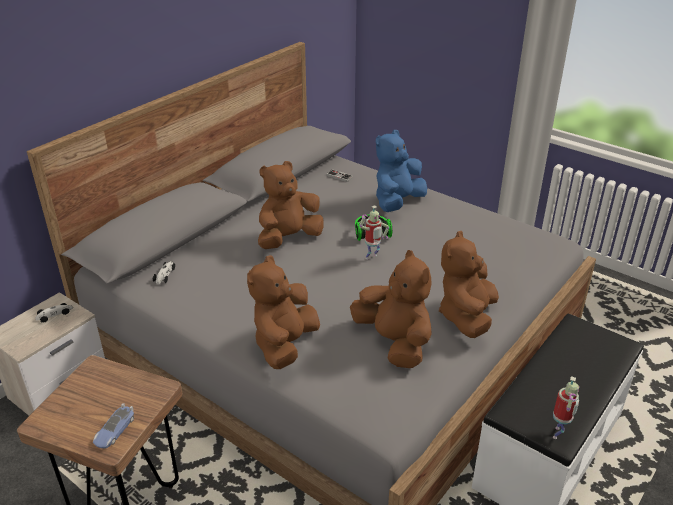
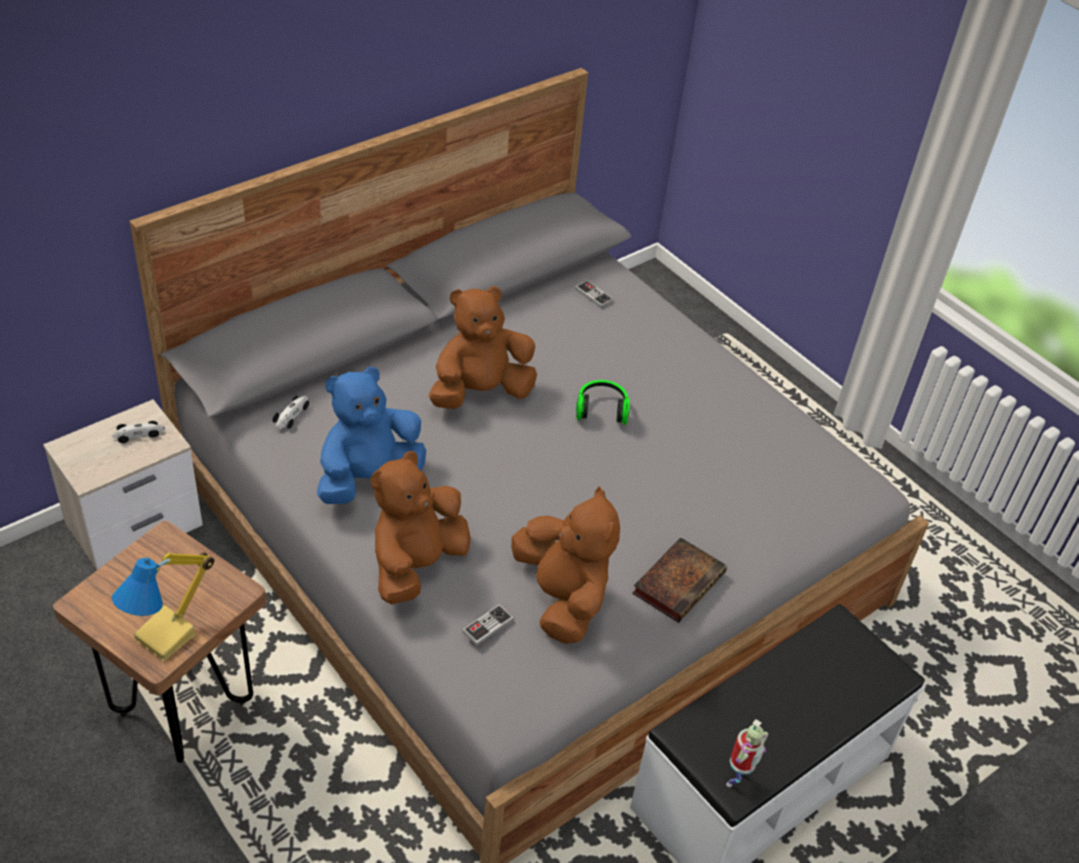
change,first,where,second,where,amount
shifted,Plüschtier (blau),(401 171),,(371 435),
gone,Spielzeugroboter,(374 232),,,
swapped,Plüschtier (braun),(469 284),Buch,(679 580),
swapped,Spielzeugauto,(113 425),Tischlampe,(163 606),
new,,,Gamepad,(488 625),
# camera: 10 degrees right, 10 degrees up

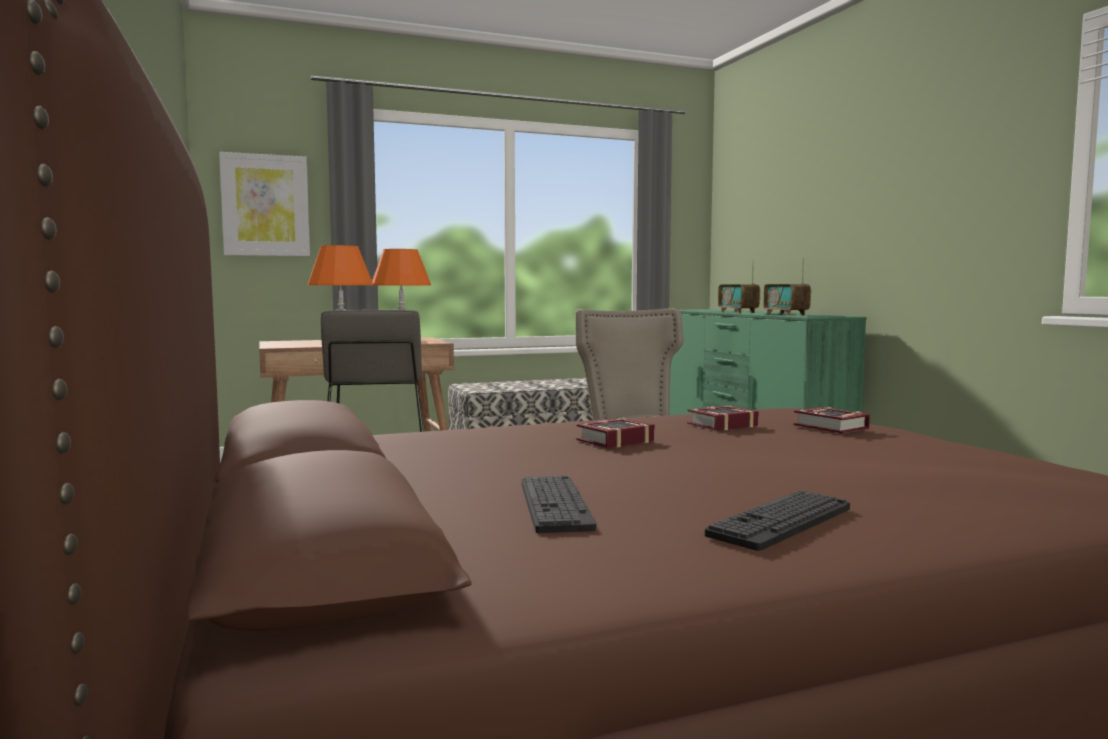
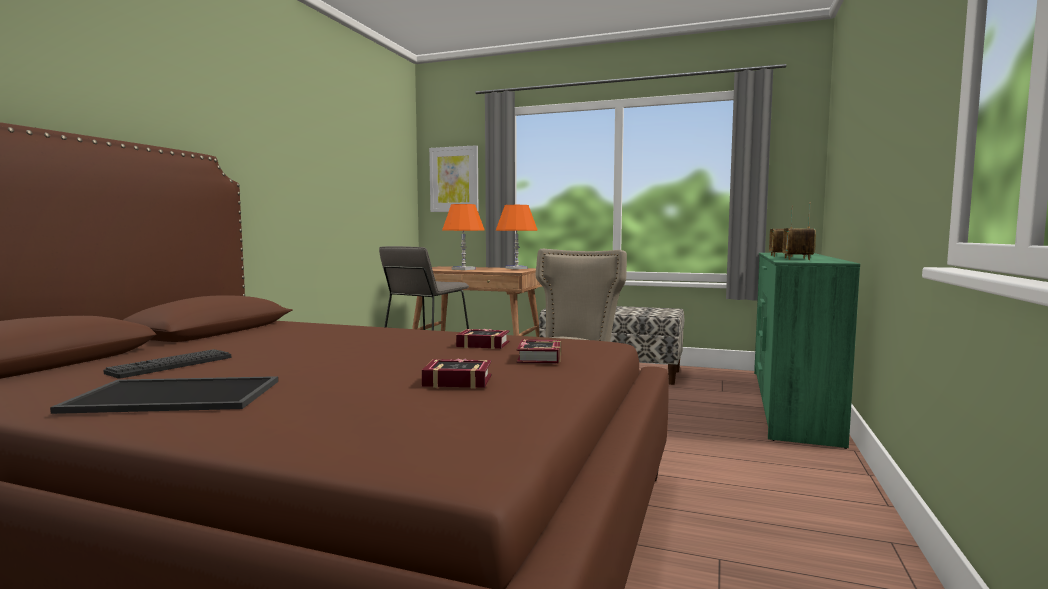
change,first,where,second,where,amount
shifted,Buch,(615 433),,(456 373),
swapped,Tastatur,(777 520),Tablett,(164 395),
# camera: 40 degrees right, 0 degrees up

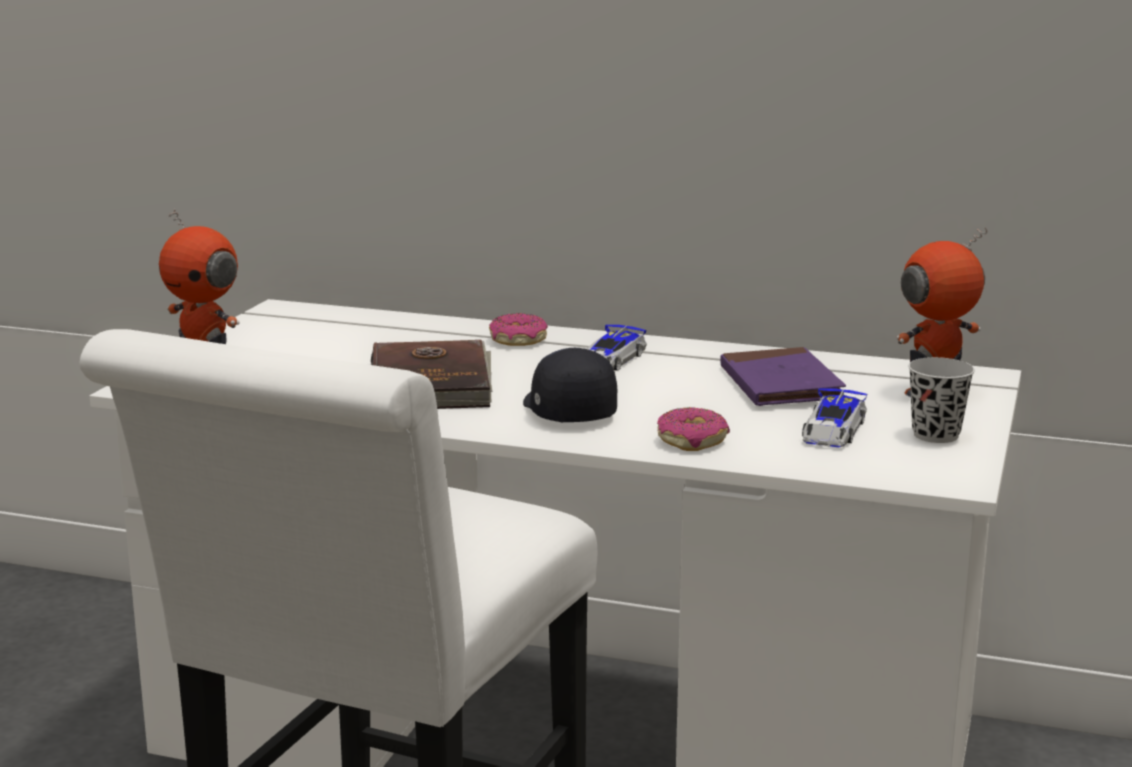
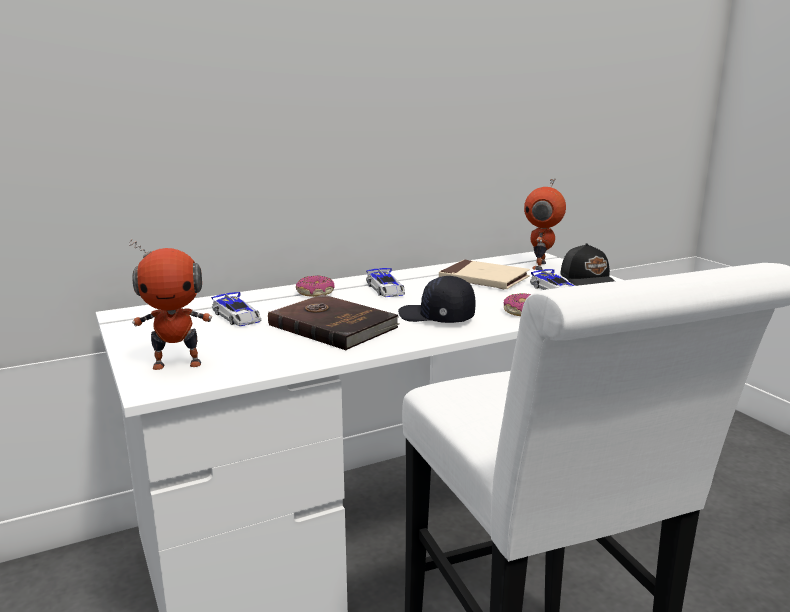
change,first,where,second,where,amount
repainted,Buch (lila),(783 376),Buch (beige),(484 274),
swapped,Tasse (schwarz),(941 400),Kappe (schwarz),(587 264),
new,,,Spielzeugauto,(236 309),
# camera: 45 degrees left, 0 degrees up

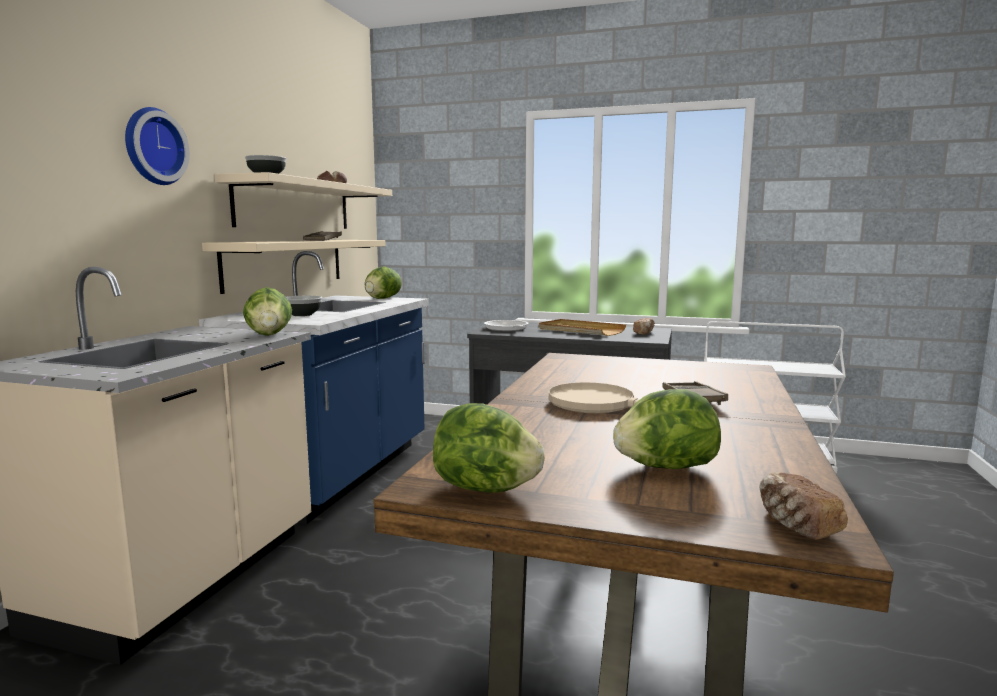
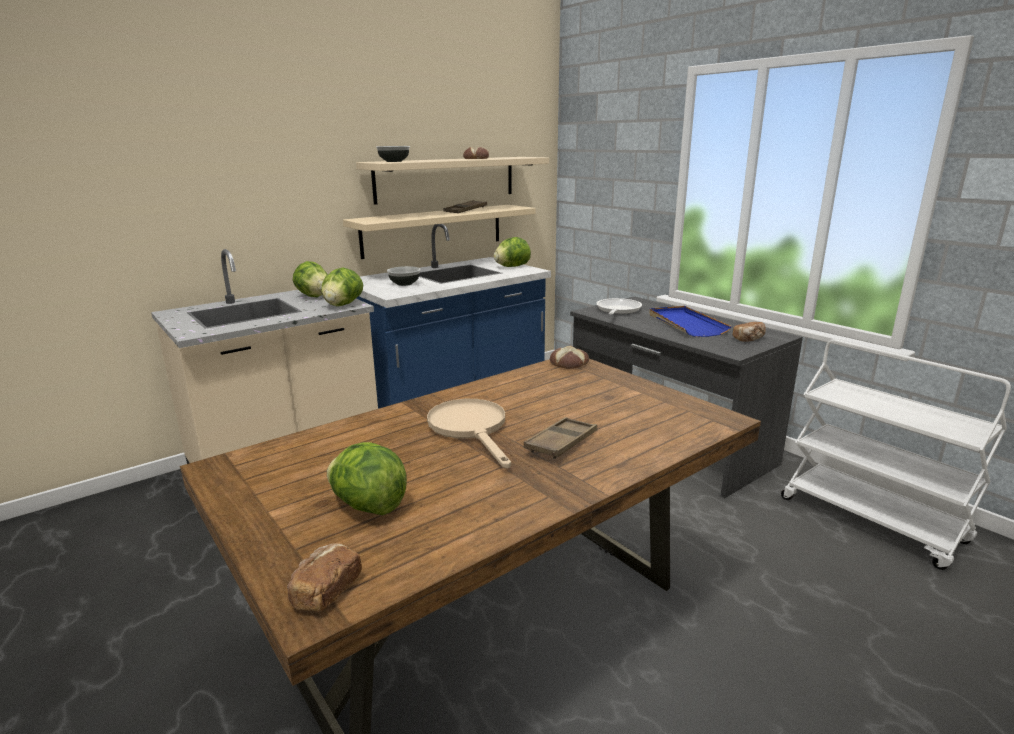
change,first,where,second,where,amount
gone,Wanduhr,(157 146),,,
repainted,Tablett (beige),(582 327),Tablett (blau),(690 321),
shifted,Salatkopf,(489 448),,(310 279),
new,,,Brot,(569 357),
# camera: 35 degrees right, 10 degrees up

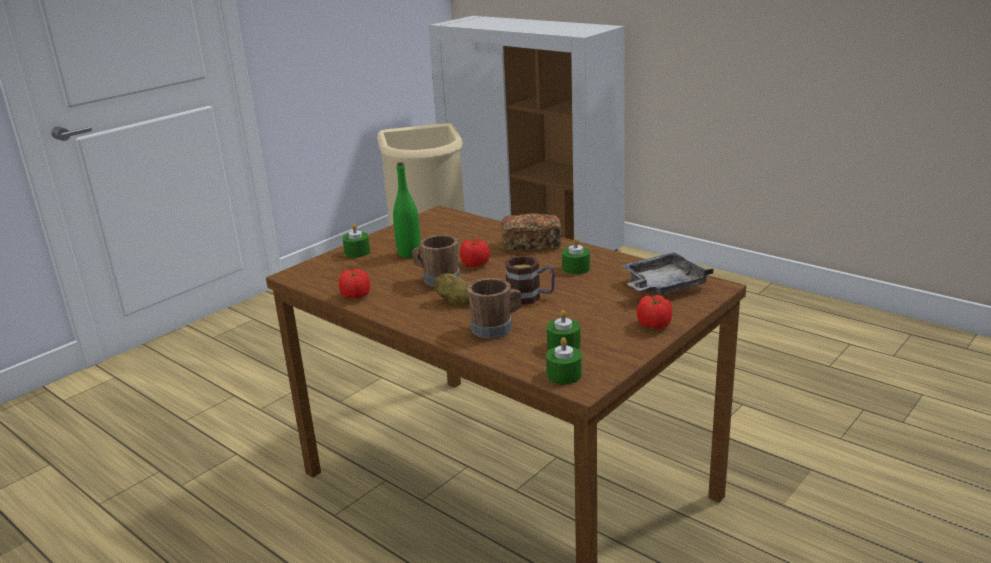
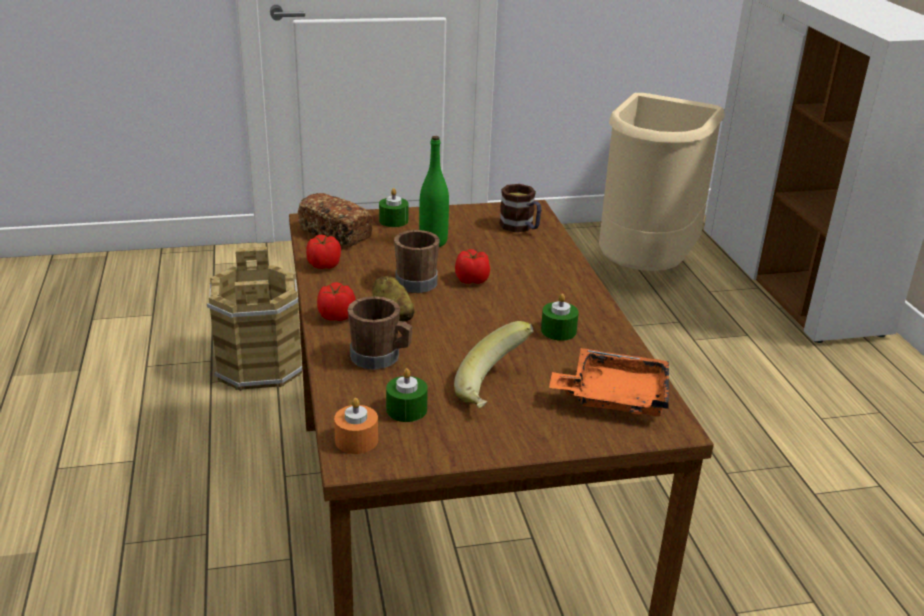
change,first,where,second,where,amount
shifted,Brot,(531 232),,(335 220),
repainted,Tablett (grau),(667 273),Tablett (orange),(609 382),
shifted,Henkelbecher,(530 280),,(520 208),
shifted,Tomate,(654 312),,(336 301),
repainted,Kerze (grün),(564 360),Kerze (orange),(356 426),
new,,,Eimer (braun),(254 319),
new,,,Banane,(494 365),
# camera: 35 degrees right, 5 degrees up

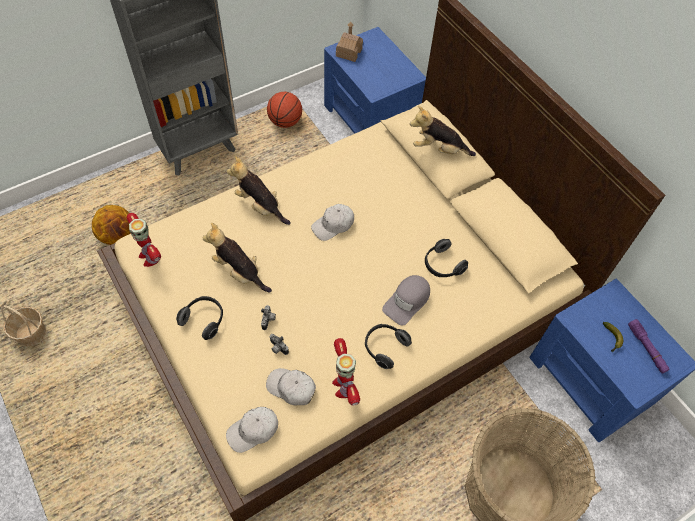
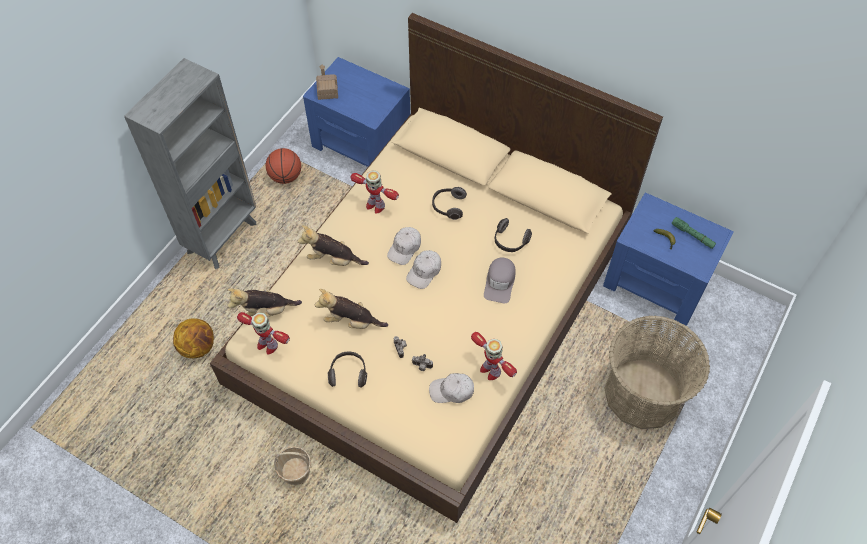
change,first,where,second,where,amount
shifted,Plüschtier,(443 131),,(264 302),
shifted,Korb,(23 325),,(292 465),
repainted,Taschenlampe (lila),(649 346),Taschenlampe (grün),(694 233),
shifted,Kopfhörer,(388 346),,(449 203),
shifted,Kappe (weiß),(252 430),,(423 269),
new,,,Spielzeugroboter,(374 192),
# camera: 25 degrees left, 0 degrees up

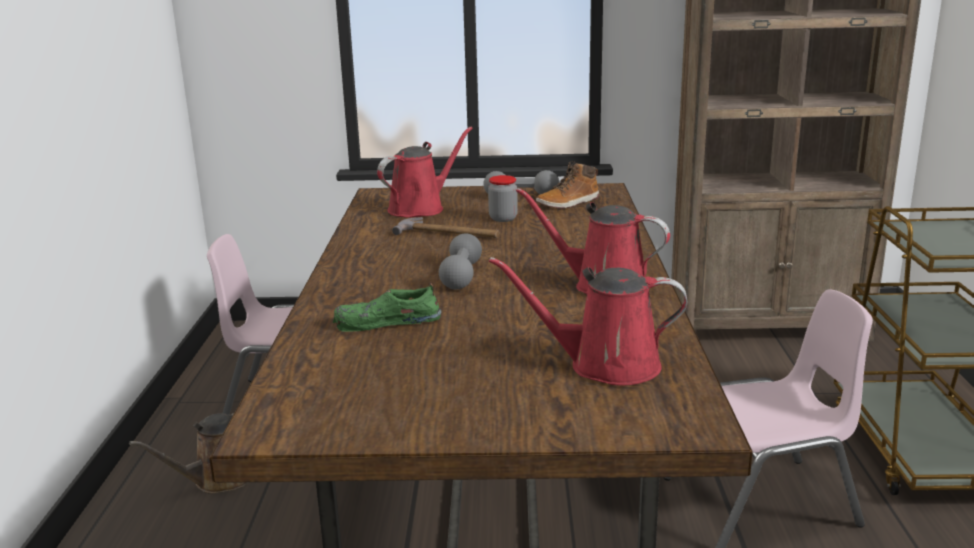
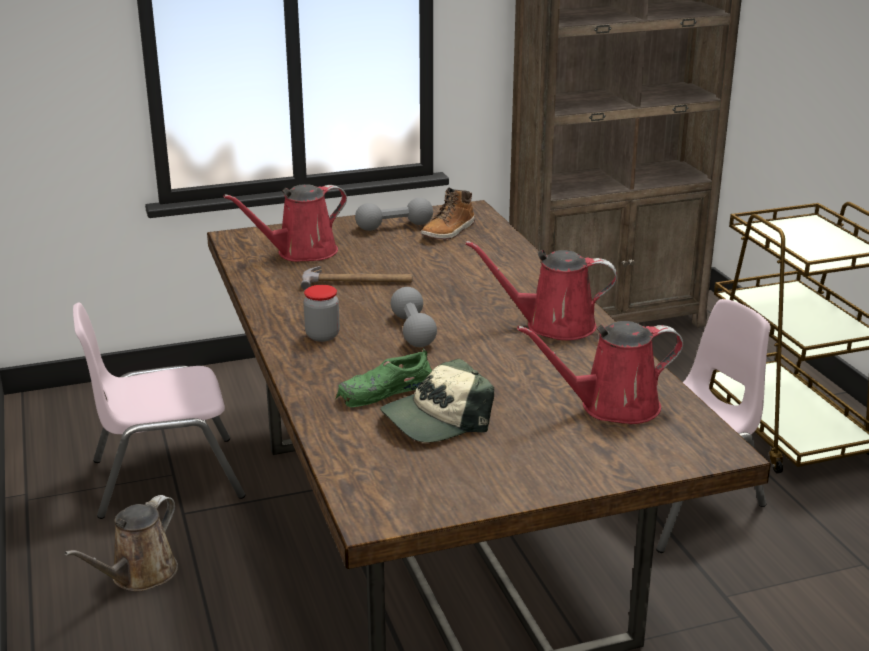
change,first,where,second,where,amount
rotated,Gießkanne (rot),(425 172),,(285 223),150 degrees counterclockwise
shifted,Vorratsglas,(503 198),,(322 313),
new,,,Kappe,(437 401),
# camera: 20 degrees left, 5 degrees up

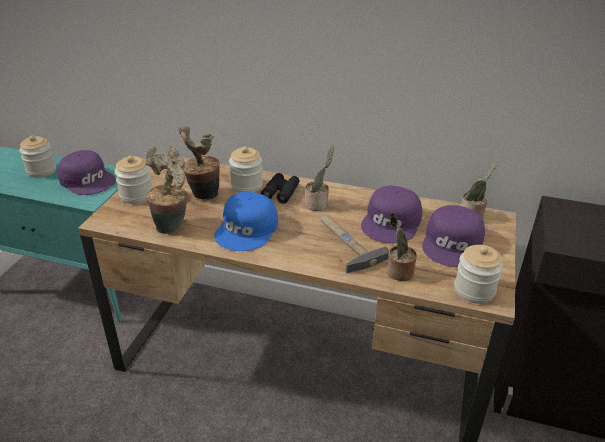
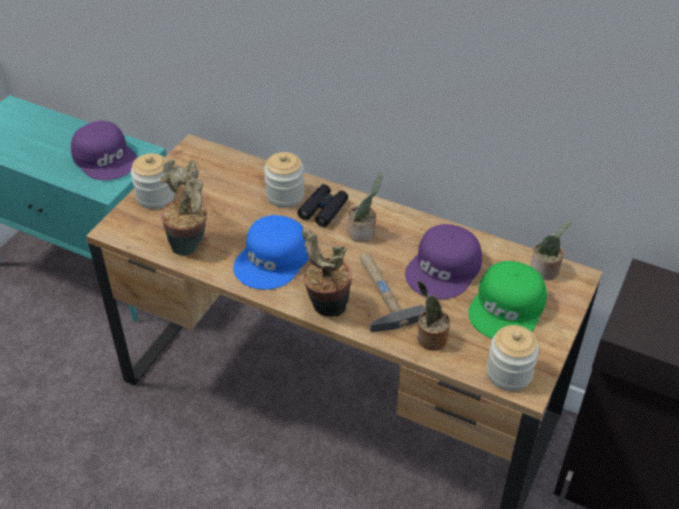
change,first,where,second,where,amount
shifted,Topfpflanze,(199 163),,(327 273),
gone,Vorratsglas,(37 156),,,
repainted,Kappe (lila),(453 236),Kappe (grün),(507 299),
# camera: 10 degrees right, 10 degrees up

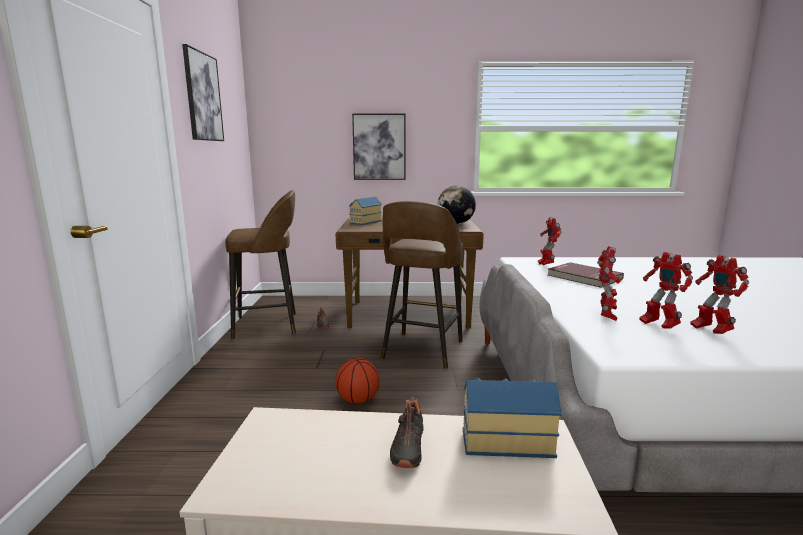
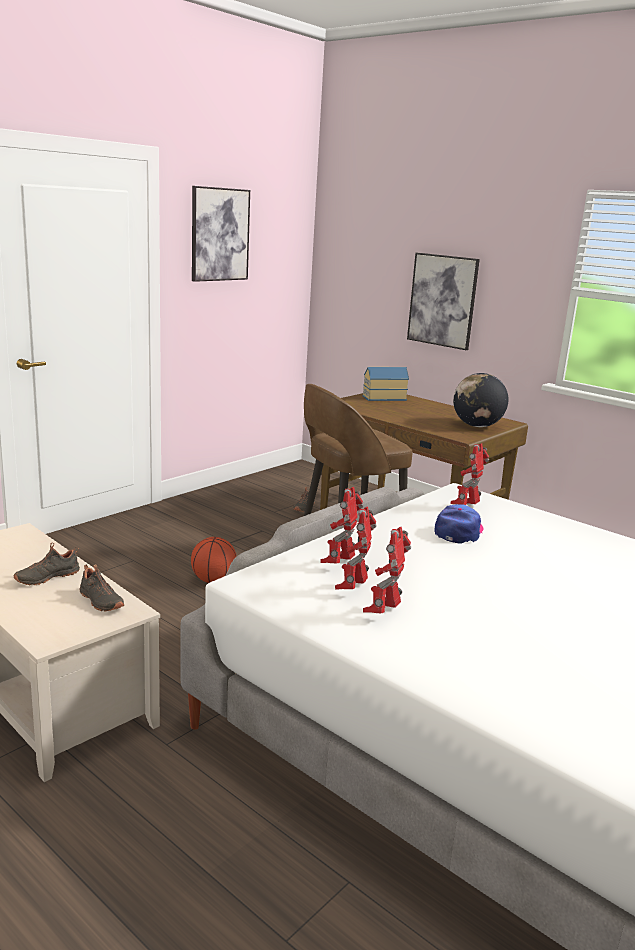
change,first,where,second,where,amount
gone,Hocker (braun),(260 264),,,
rotated,Spielzeugroboter,(609 283),,(341 525),150 degrees clockwise
swapped,Buch (rot),(586 275),Kappe,(458 524),
swapped,Spielzeughaus,(512 418),Schuh (schwarz),(102 588),
# camera: 40 degrees right, 5 degrees up

